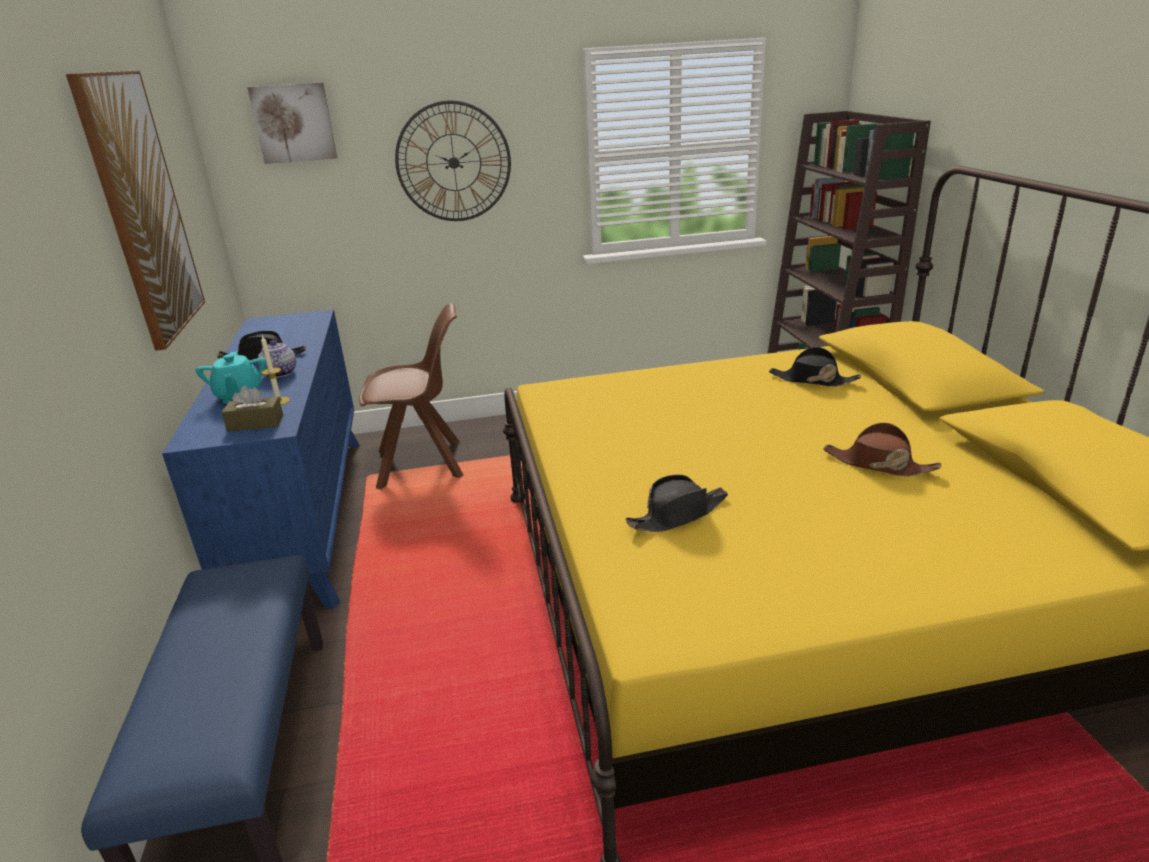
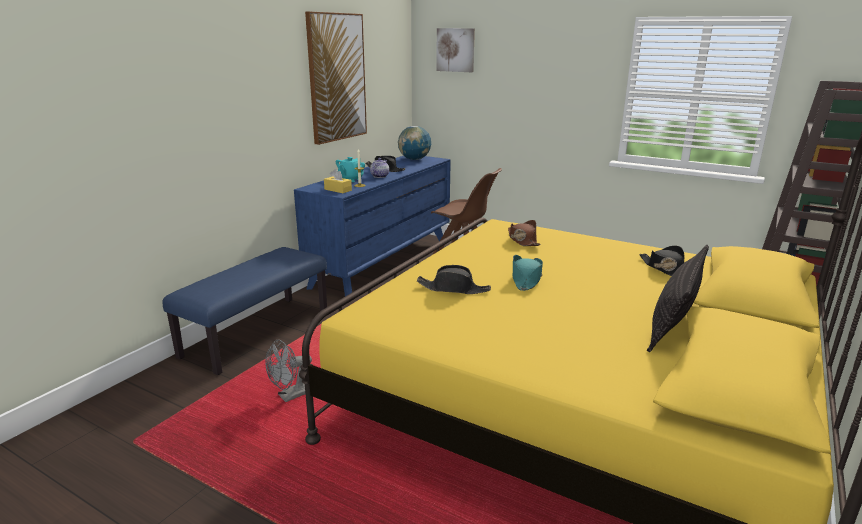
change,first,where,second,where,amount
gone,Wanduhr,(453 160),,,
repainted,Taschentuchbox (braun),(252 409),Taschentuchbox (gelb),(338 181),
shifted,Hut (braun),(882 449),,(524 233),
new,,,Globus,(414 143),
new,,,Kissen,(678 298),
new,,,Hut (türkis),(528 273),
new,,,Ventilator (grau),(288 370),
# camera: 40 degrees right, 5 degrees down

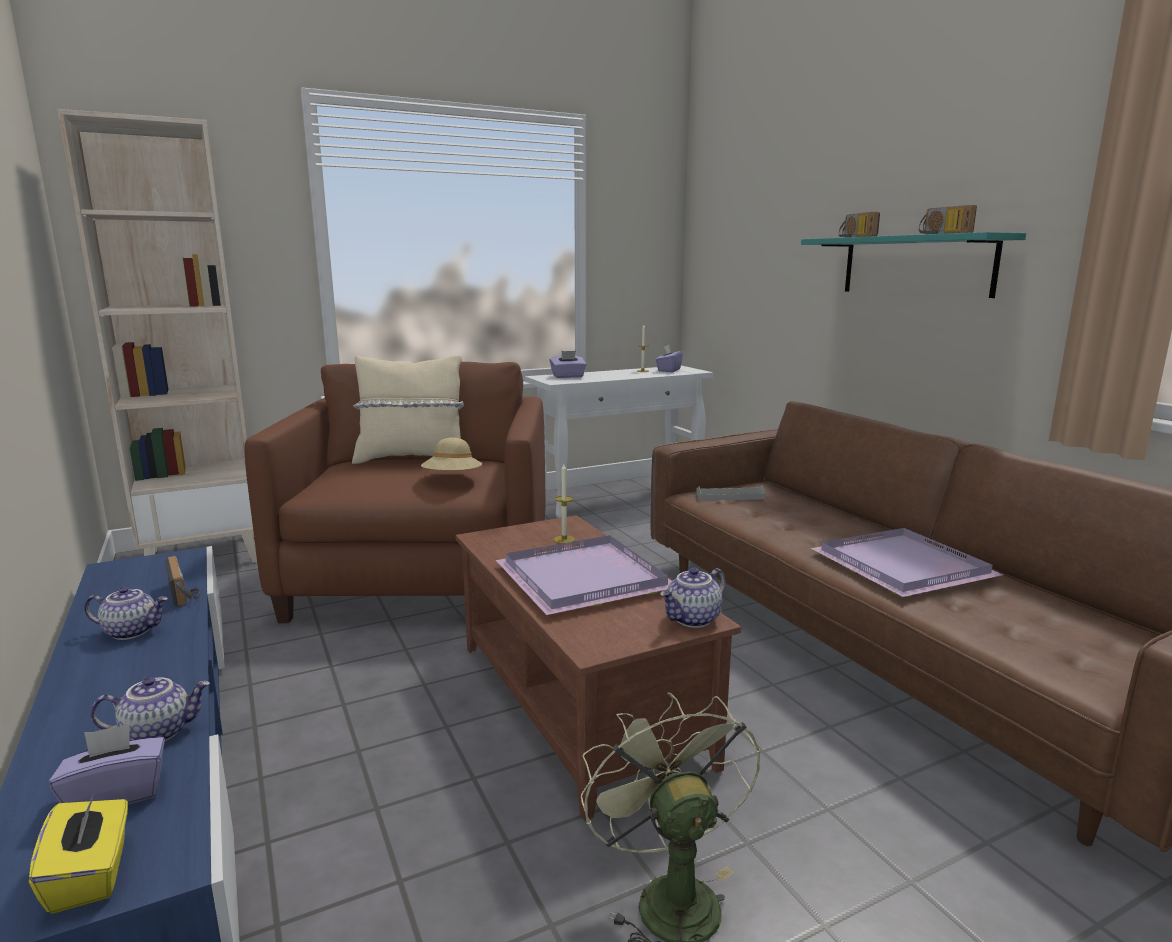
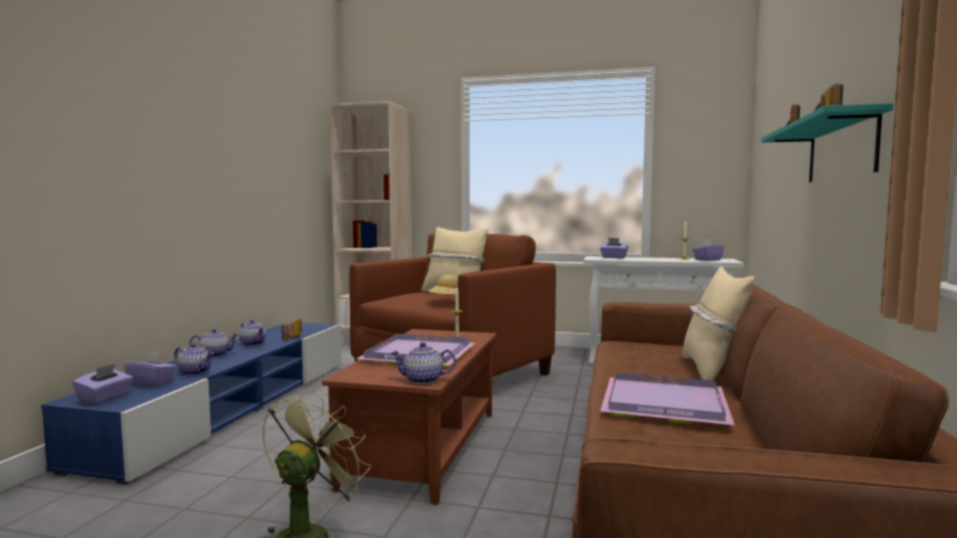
change,first,where,second,where,amount
gone,Tablett (grau),(730 492),,,
repainted,Taschentuchbox (gelb),(78 852),Taschentuchbox (lila),(103 384),
new,,,Kissen (beige),(718 323),
new,,,Teekanne,(214 343),
# camera: 40 degrees right, 10 degrees down

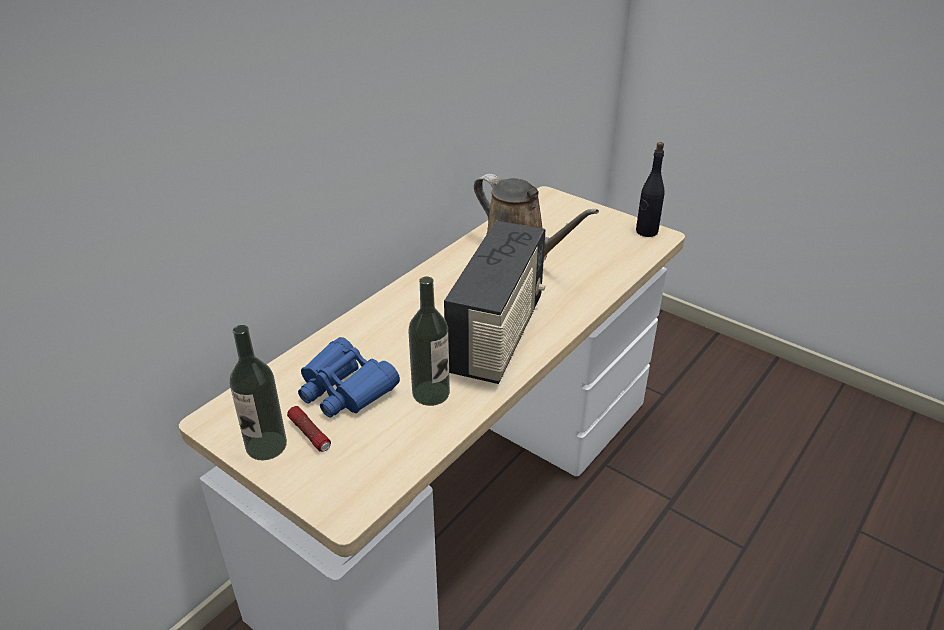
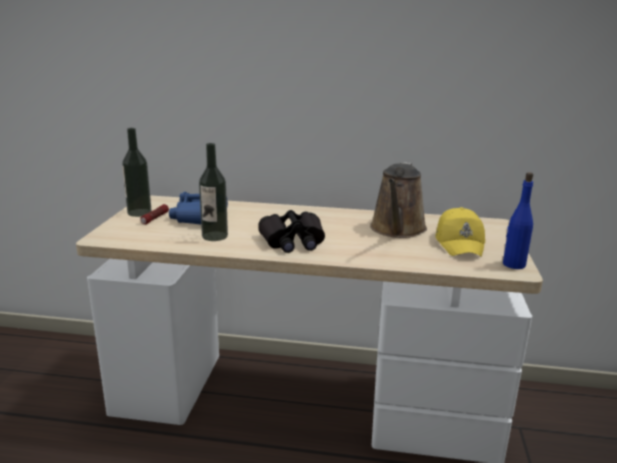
change,first,where,second,where,amount
repainted,Flasche (schwarz),(650 189),Flasche (blau),(518 220),
swapped,Radio,(494 302),Fernglas (schwarz),(291 231),
new,,,Kappe (gelb),(460 232),
# camera: 60 degrees right, 15 degrees down

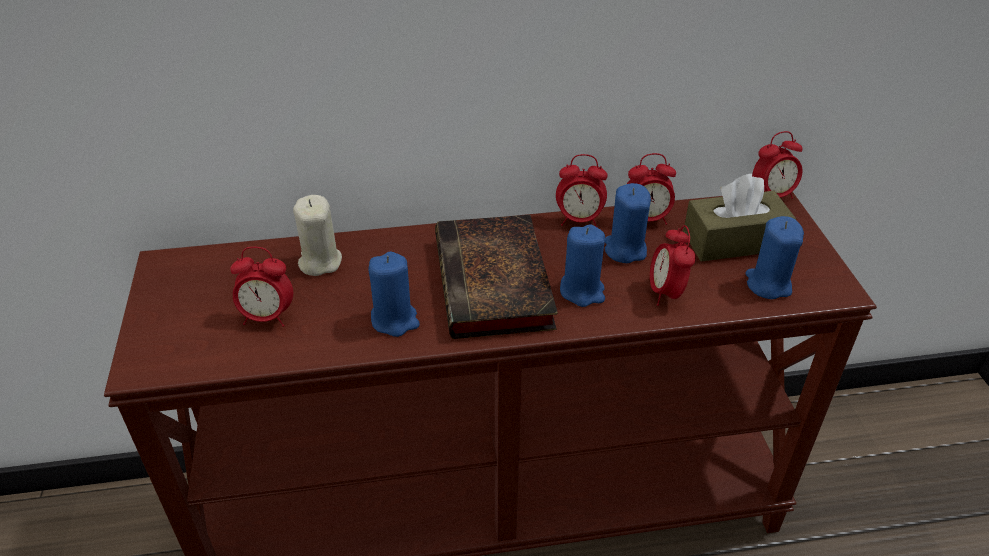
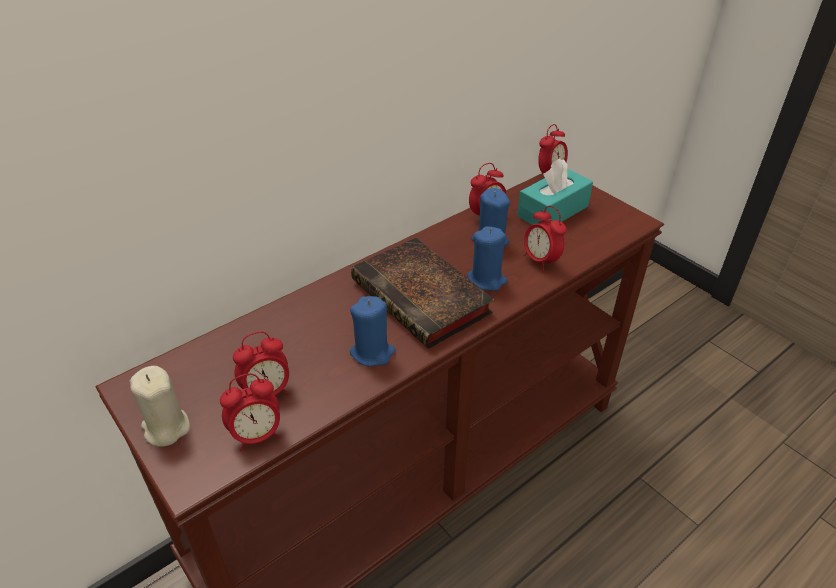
change,first,where,second,where,amount
shifted,Wecker,(582 190),,(250 412),
repainted,Taschentuchbox (braun),(739 218),Taschentuchbox (türkis),(555 191),
shifted,Kerze (beige),(317 235),,(160 406),
gone,Kerze (blau),(775 257),,,
# camera: 30 degrees left, 0 degrees up

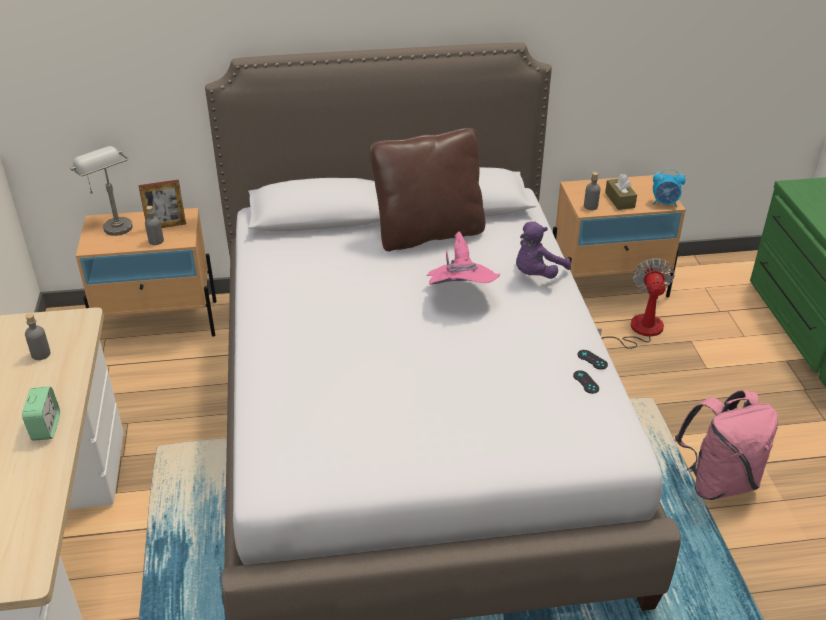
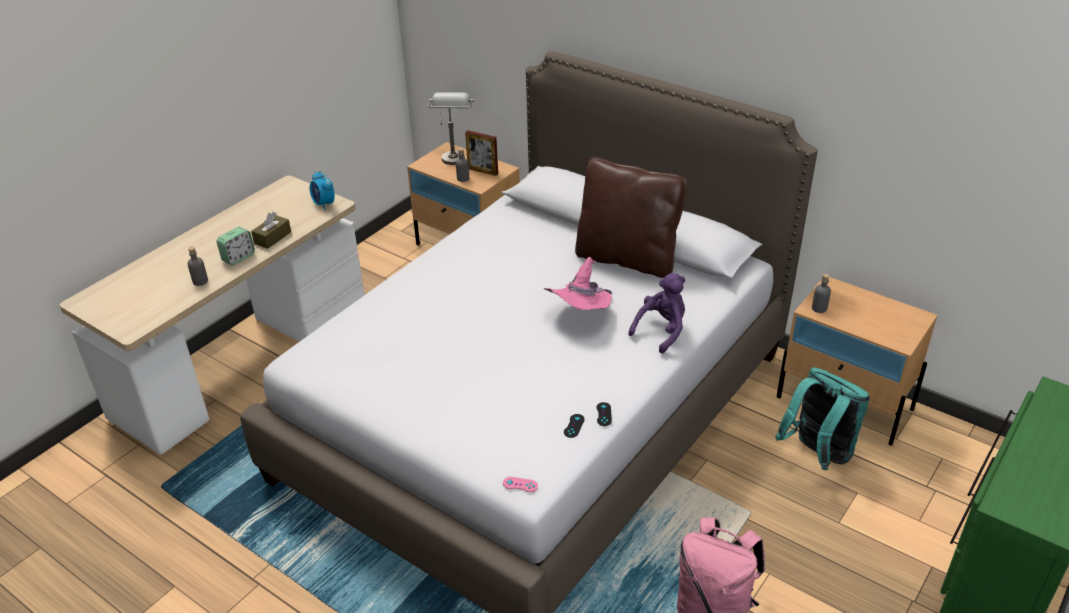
change,first,where,second,where,amount
shifted,Wecker,(669 187),,(322 190),
shifted,Taschentuchbox (braun),(621 192),,(271 230),
rotated,Plüschtier (lila),(543 250),,(656 313),135 degrees clockwise
swapped,Ventilator,(636 303),Rucksack (türkis),(822 418),
shifted,Flasche (grau),(38 336),,(198 266),
new,,,Gamepad (rosa),(520 484),
# camera: 45 degrees right, 0 degrees up

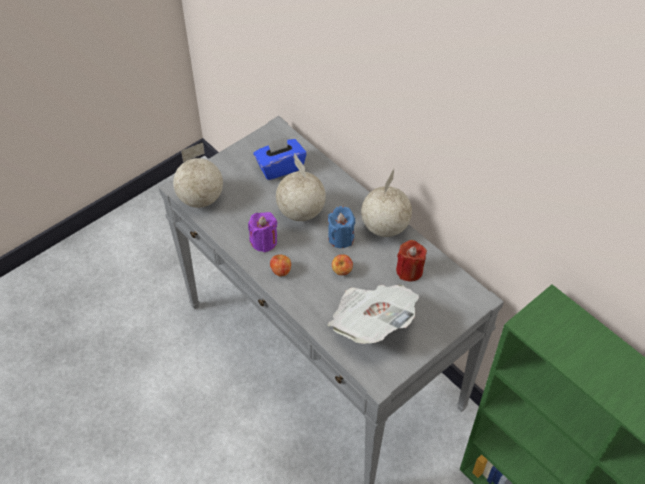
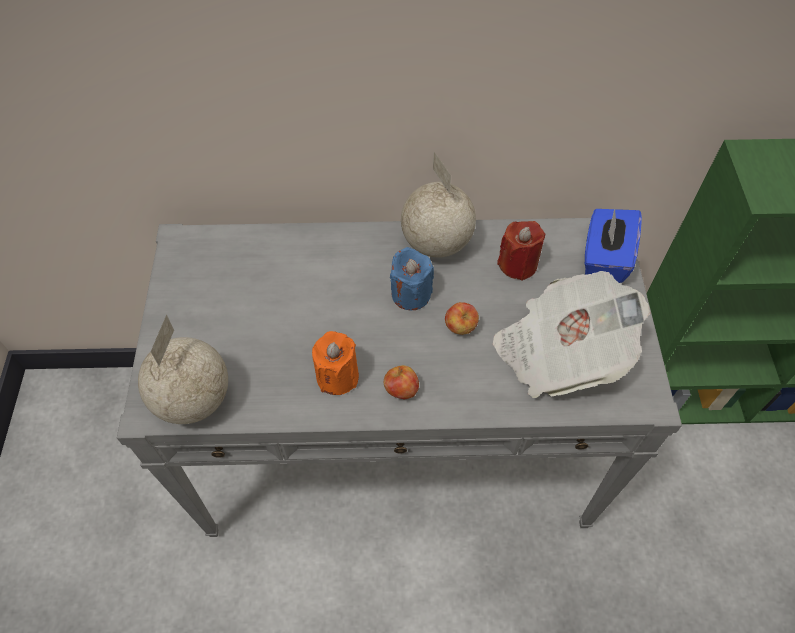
change,first,where,second,where,amount
shifted,Taschentuchbox (blau),(280 158),,(613 245),
gone,Globus,(301 187),,,
repainted,Kerze (lila),(262 232),Kerze (orange),(335 363),
# camera: 50 degrees left, 5 degrees up

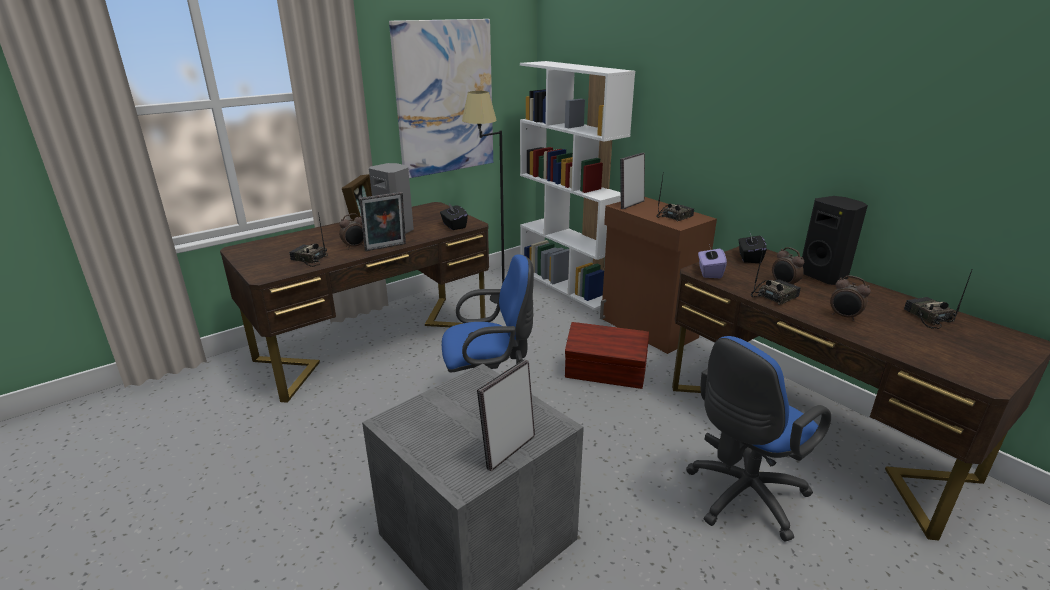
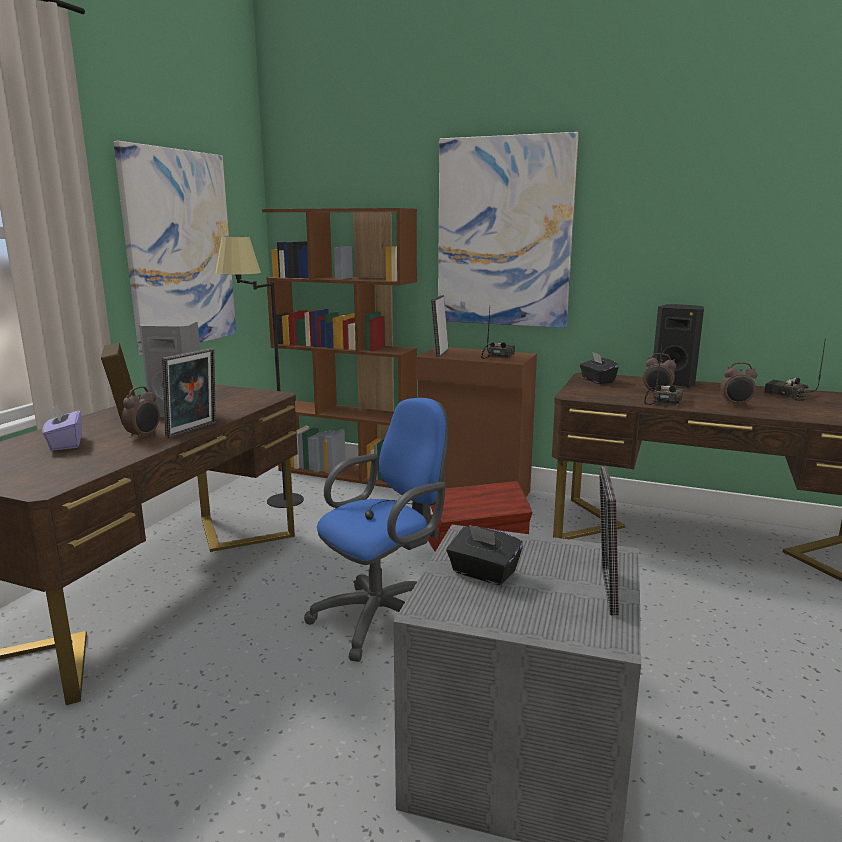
change,first,where,second,where,amount
repainted,Bücherregal (weiß),(577 185),Bücherregal (braun),(339 348),
shifted,Taschentuchbox (schwarz),(454 217),,(485 555),
gone,Radio,(308 239),,,
shifted,Taschentuchbox (lila),(712 261),,(62 428),
gone,Bürostuhl (blau),(758 438),,,
new,,,Bild,(508 230),
# camera: 30 degrees left, 10 degrees down

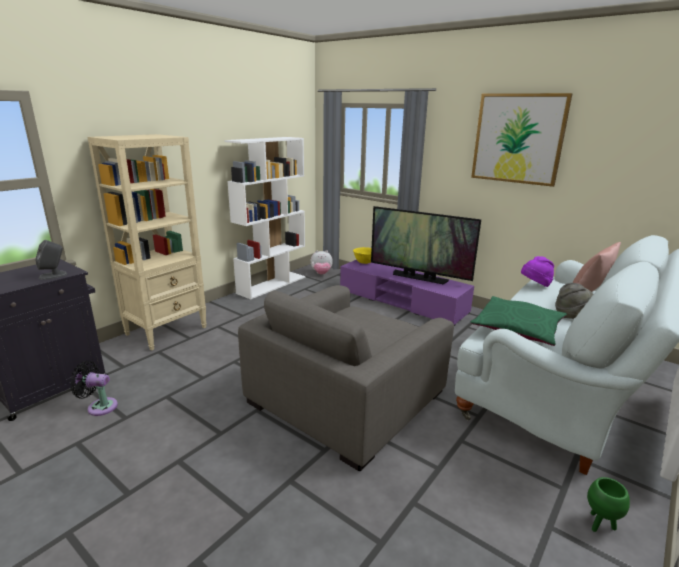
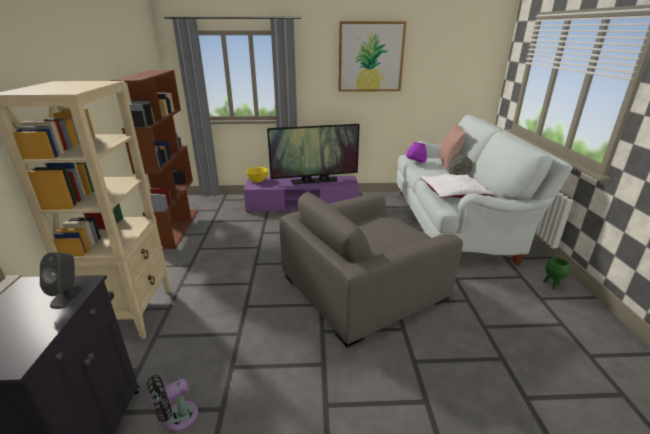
change,first,where,second,where,amount
repainted,Bücherregal (weiß),(264 218),Bücherregal (braun),(154 159),
gone,Plüschtier,(321 262),,,
rotated,Sessel (grau),(346 378),,(371 269),60 degrees clockwise
repainted,Kissen (grün),(519 321),Kissen (weiß),(456 186),
# camera: 40 degrees left, 5 degrees up

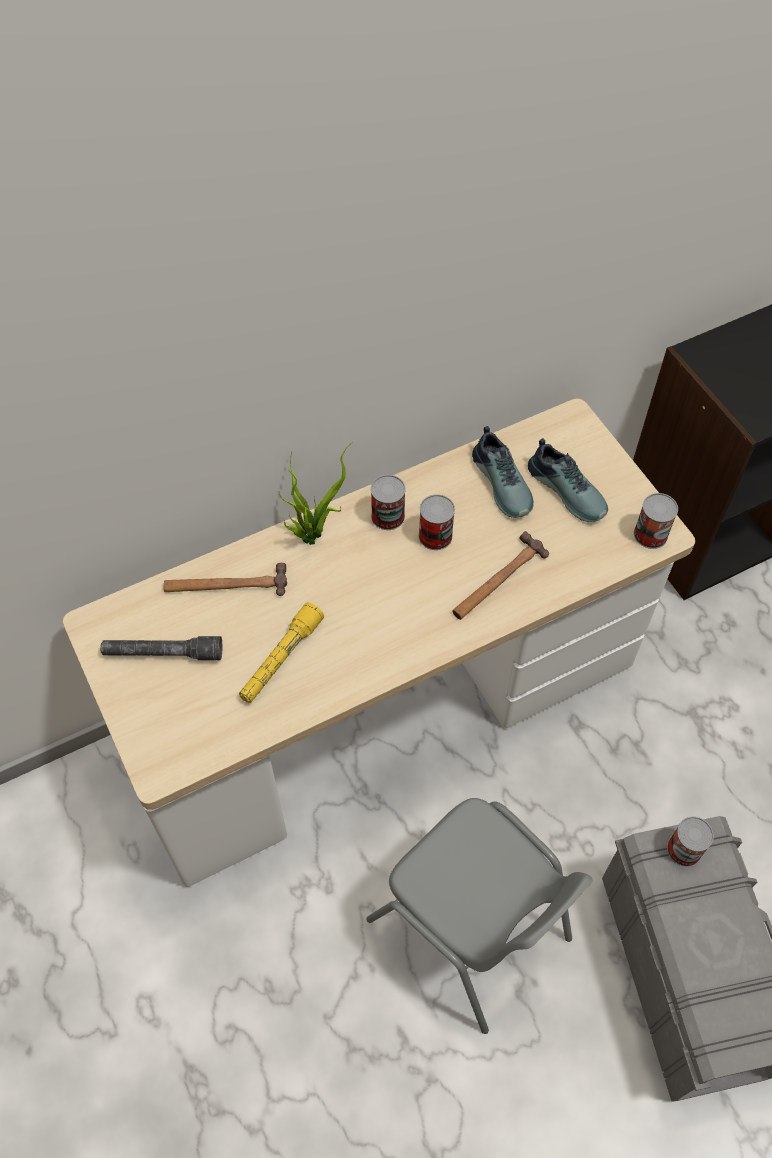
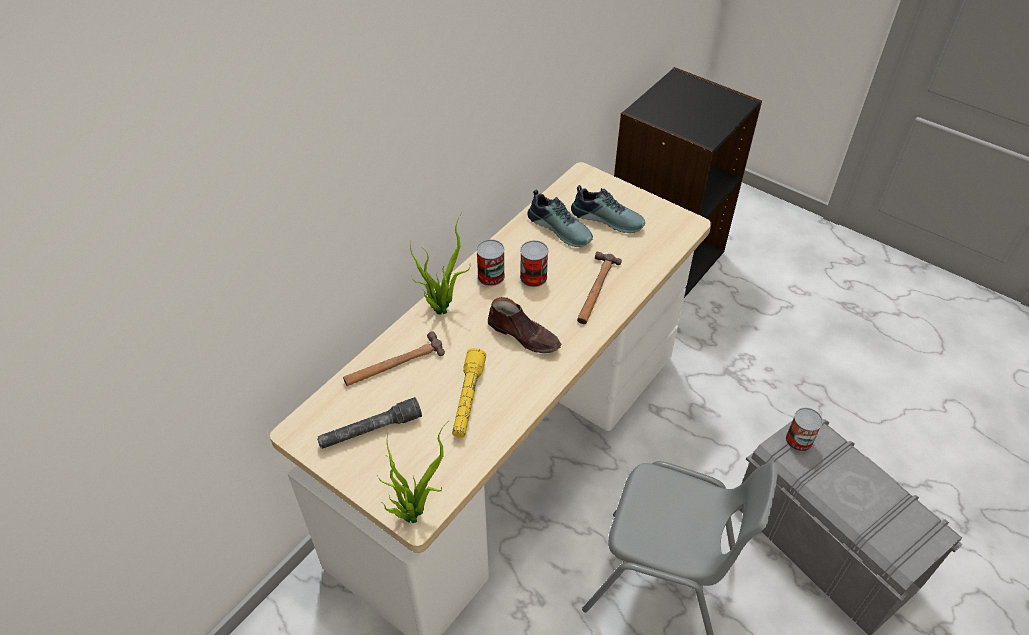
change,first,where,second,where,amount
gone,Dose,(656 521),,,
new,,,Schuh (braun),(524 325),
new,,,Topfpflanze,(413 472),
# camera: 25 degrees left, 10 degrees down

